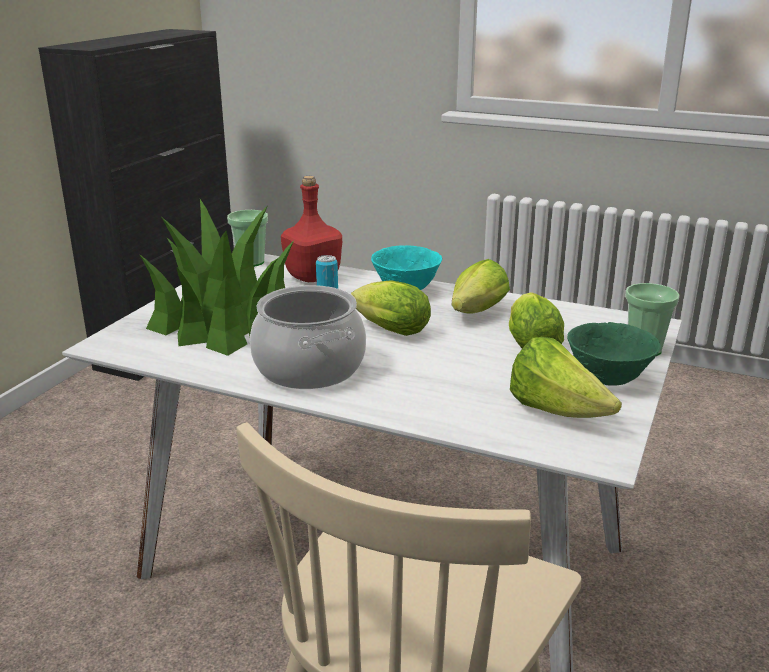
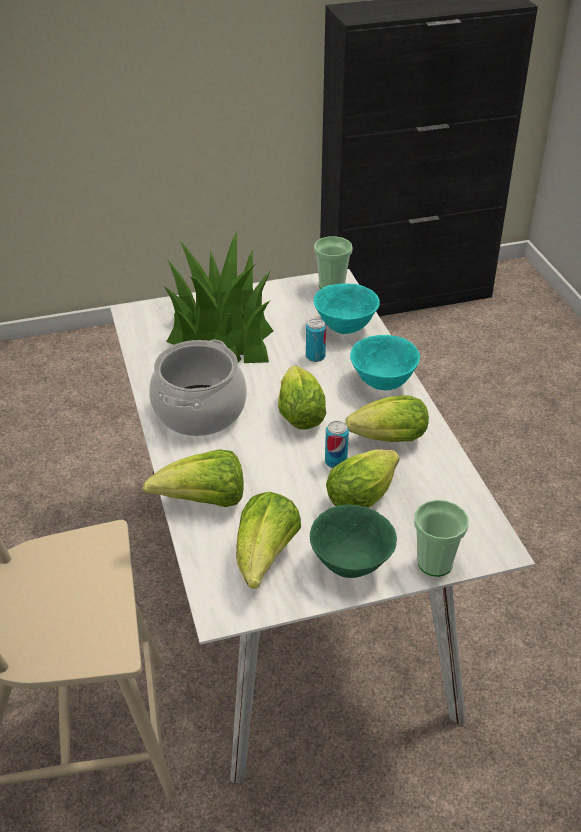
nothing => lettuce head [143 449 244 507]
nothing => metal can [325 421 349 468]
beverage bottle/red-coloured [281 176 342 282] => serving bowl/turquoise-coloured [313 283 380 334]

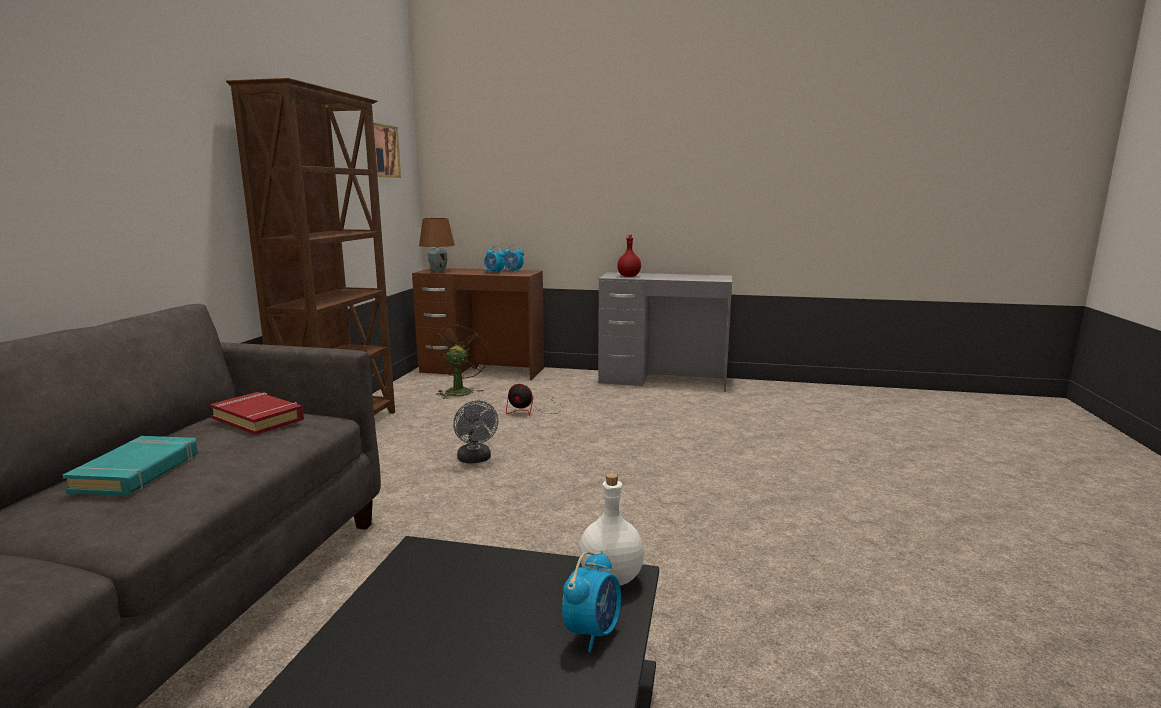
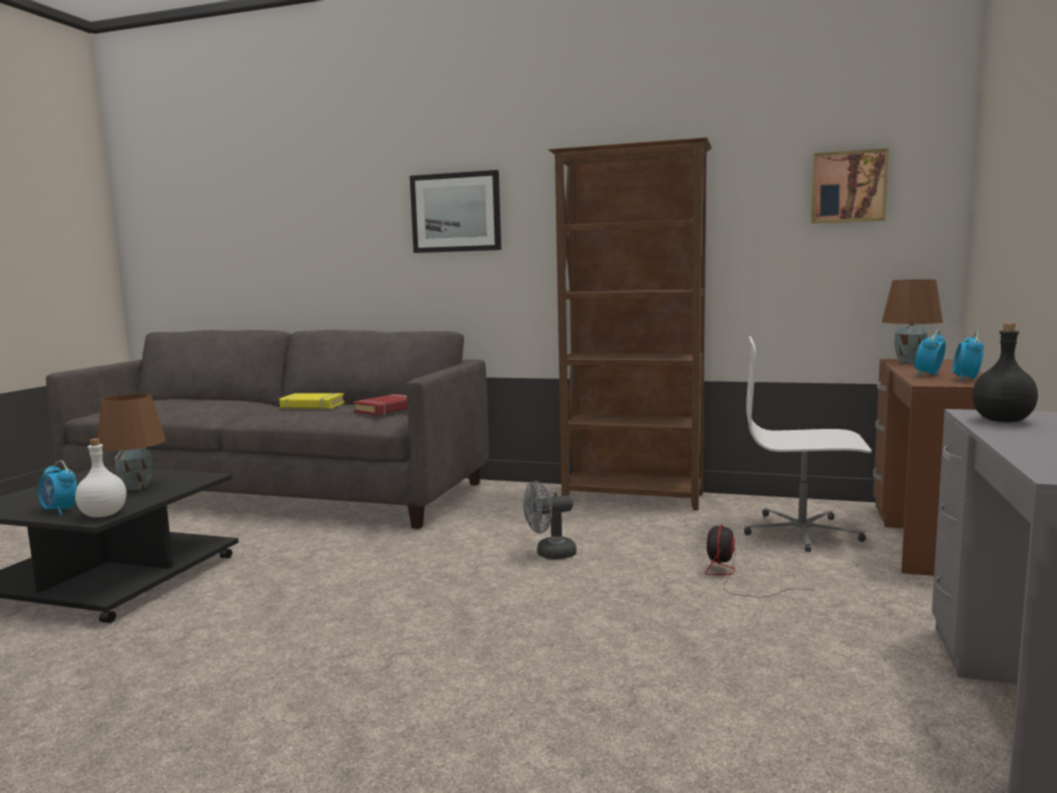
nothing => table lamp/brownish [98 394 166 491]
nothing => picture [410 170 501 253]
electric fan/brownish [432 322 489 399] => computer chair/white-coloured [744 336 872 552]
bound book/turquoise-coloured [63 436 198 496] => bound book/yellow [279 393 345 409]
beverage bottle/red-coloured [617 235 641 277] => beverage bottle/black-coloured [972 323 1038 422]

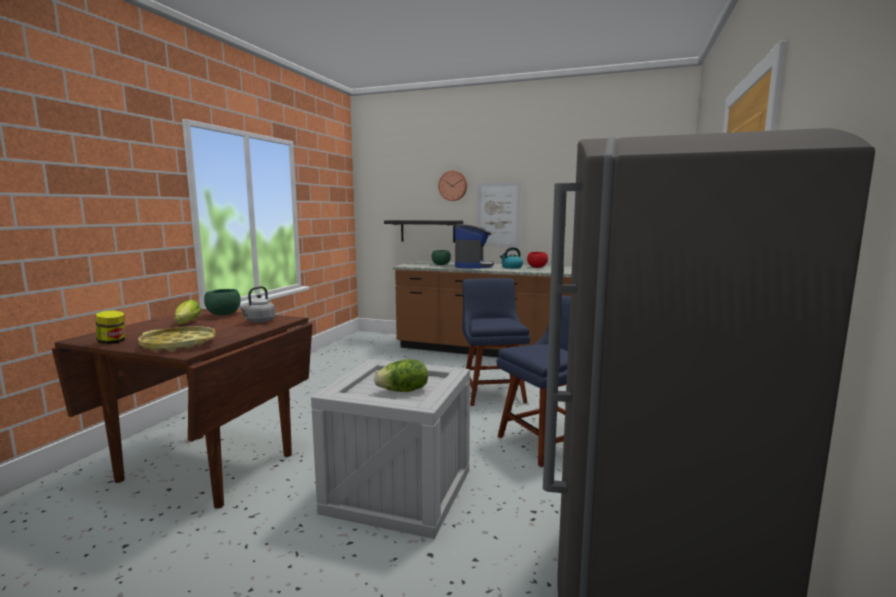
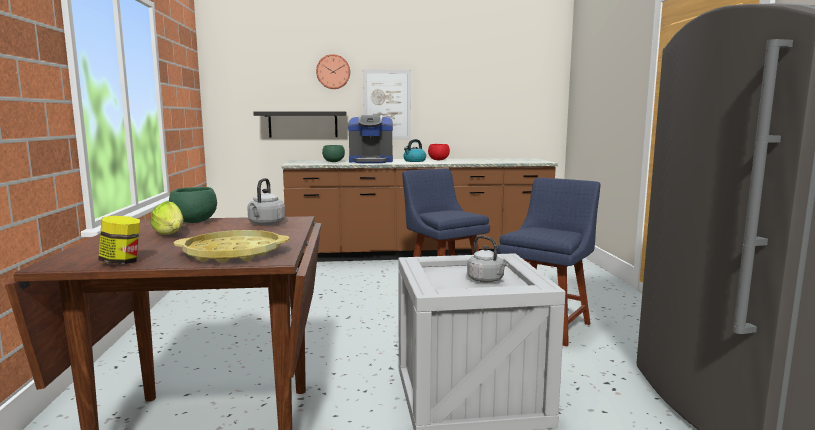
lettuce head [374 359 428 392] => kettle/greyish [467 235 508 283]
coffee maker [454 224 494 269] => coffee maker [348 115 393 163], 105 degrees clockwise

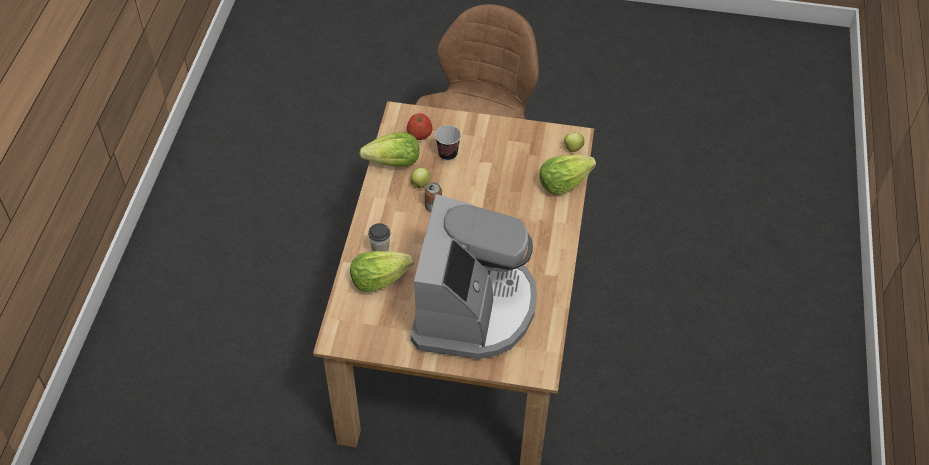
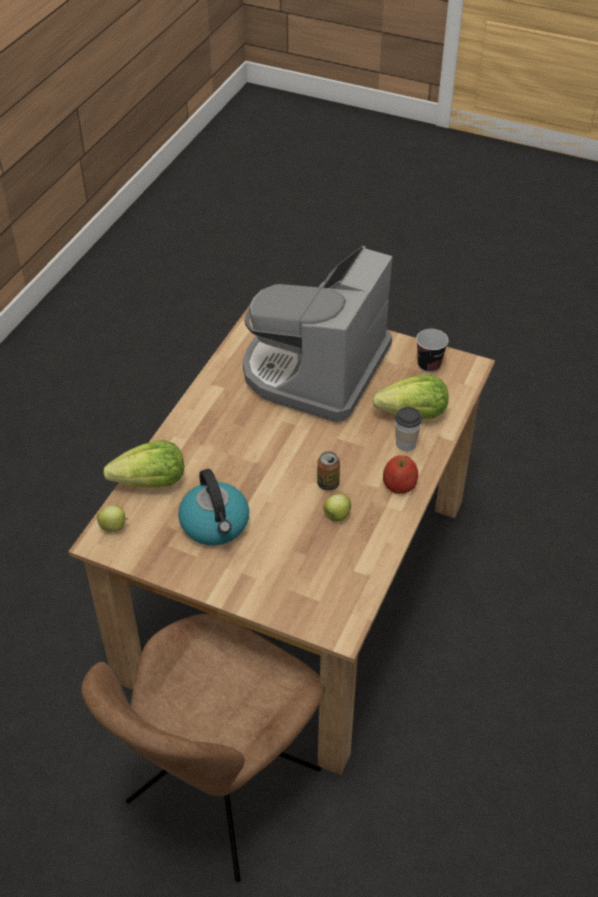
lettuce head [359 132 419 166] => nothing
nothing => kettle [178 469 249 545]
apple [407 113 432 140] => apple [383 455 418 494], moved
small cup [435 125 461 161] => small cup [416 329 449 373], moved

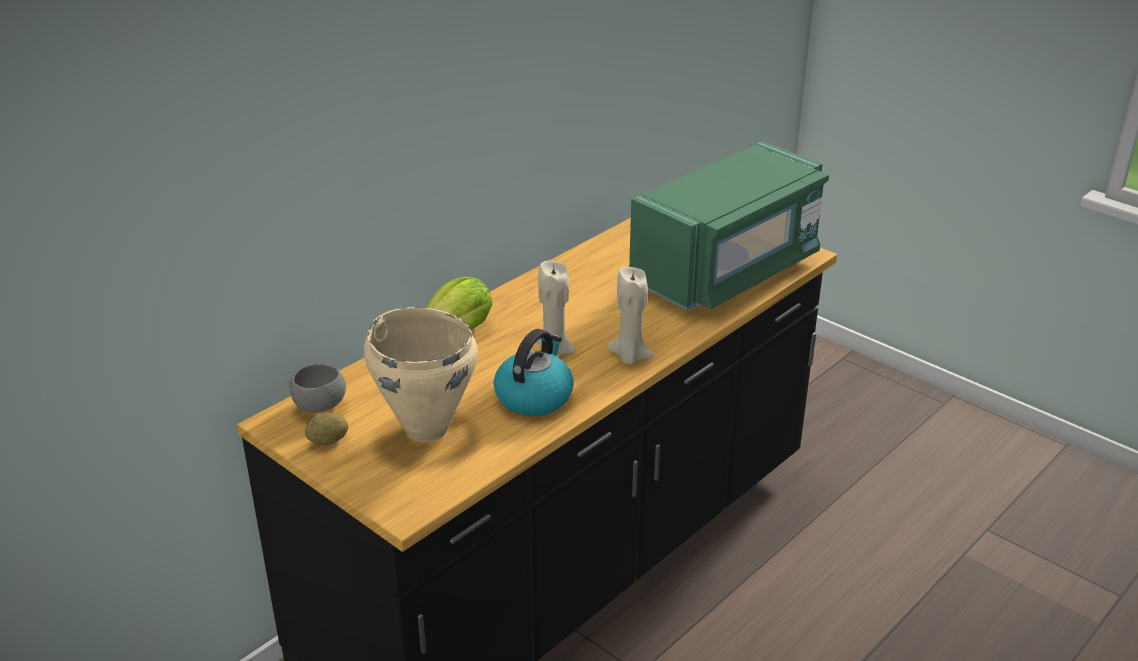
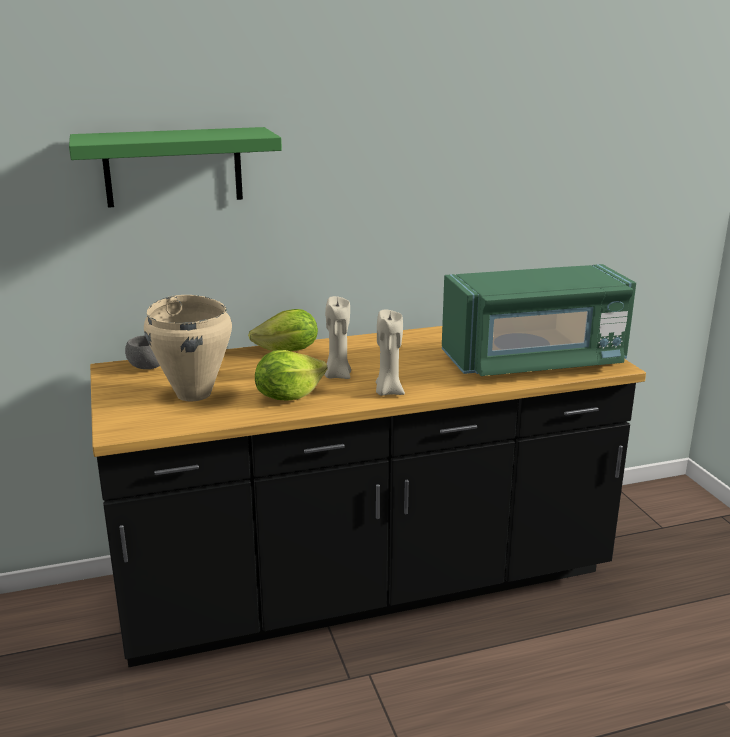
whole potato [305 413 348 445] => nothing
nothing => bracket shelf/greenish [69 127 282 208]
kettle [493 329 574 416] => lettuce head [255 350 327 401]

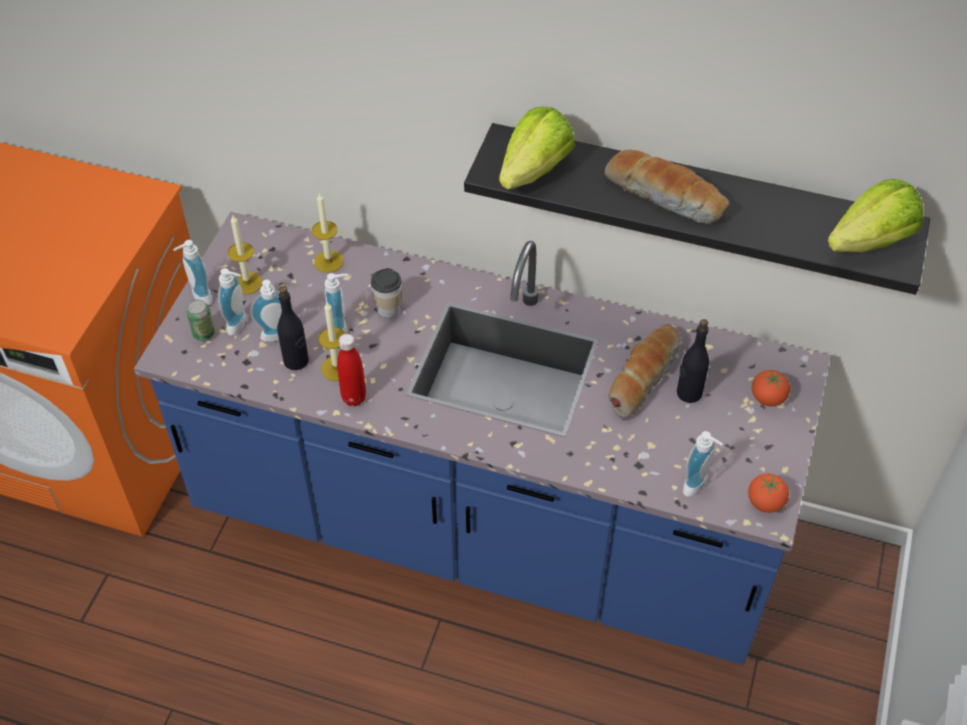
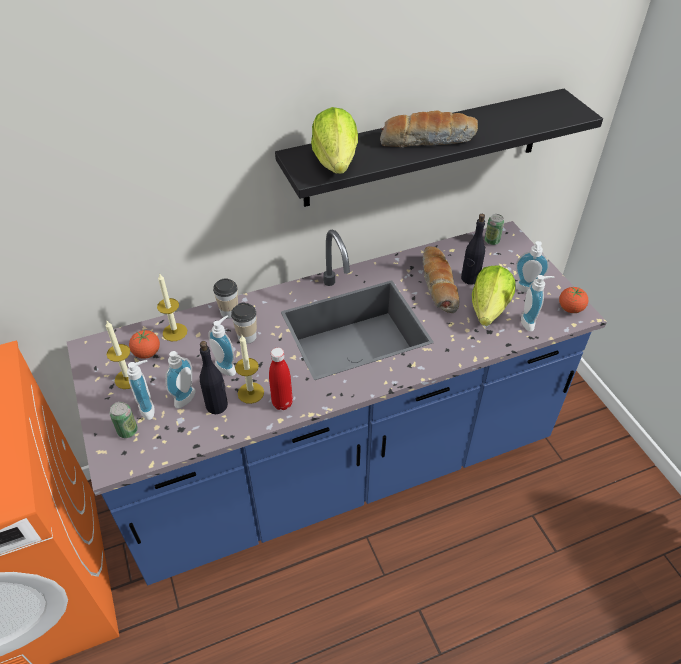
nothing => small cup [213 278 238 319]
nothing => metal can [485 214 504 245]
liquid soap bottle [173 240 212 305] => liquid soap bottle [515 241 549 293], moved
tomato [752 370 790 406] => tomato [129 330 160 359], moved
lettuce head [828 179 924 252] => lettuce head [472 265 515 326], moved

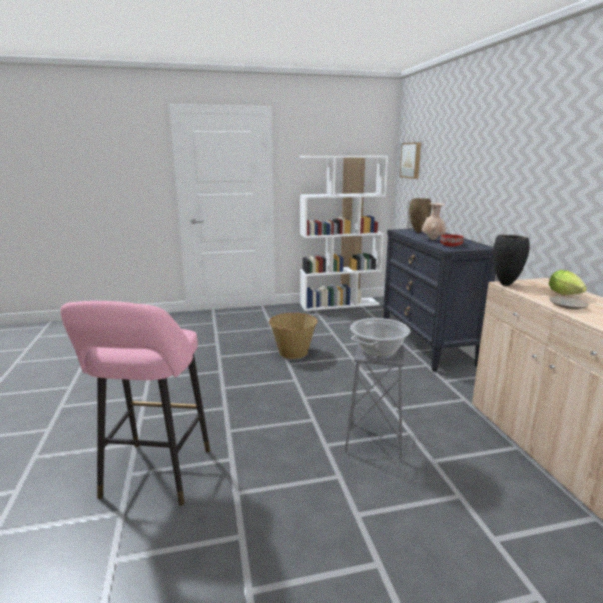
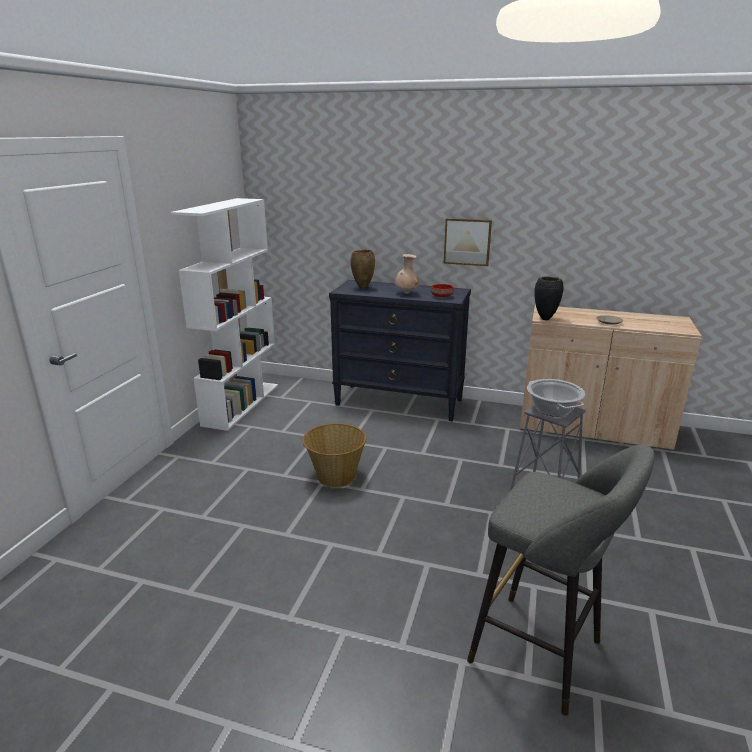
lettuce head [549 270 587 295] => nothing
picture [400 142 421 179] => picture [444 218 492 266], moved
stool/pink-coloured [61 301 210 506] => stool/greyish [467 445 655 716]

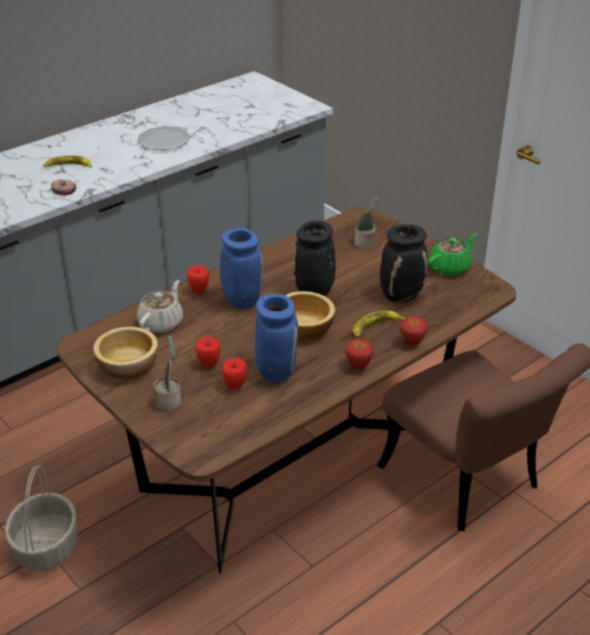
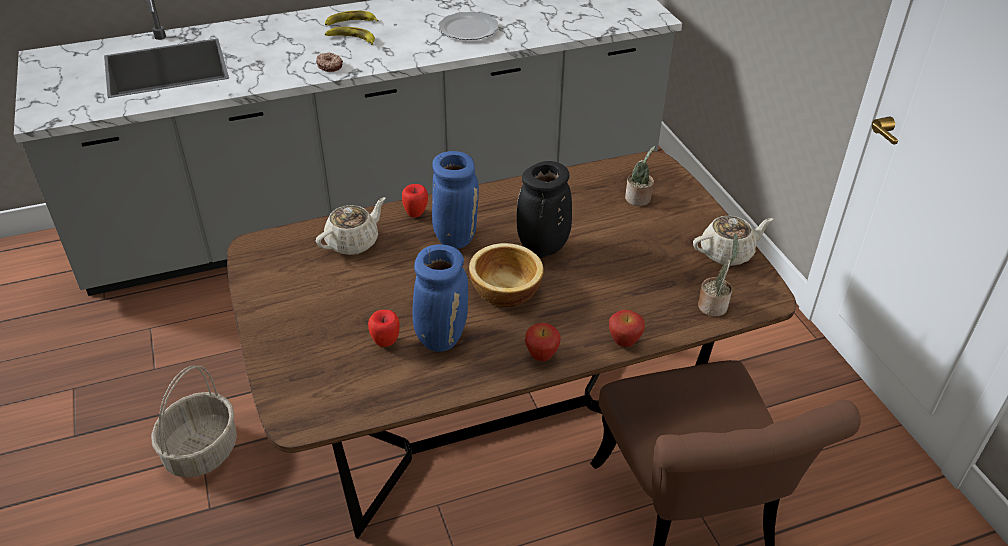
serving bowl [93 326 158 380] => nothing
apple [196 337 221 367] => nothing
flower vase/black-coloured [380 224 428 303] => nothing
houseplant [153 335 181 411] => houseplant [698 233 739 317], moved
banana [352 311 405 338] => banana [325 11 379 25], moved
teapot/greenish [428 233 477 276] => teapot/sand-coloured [693 216 773 266]

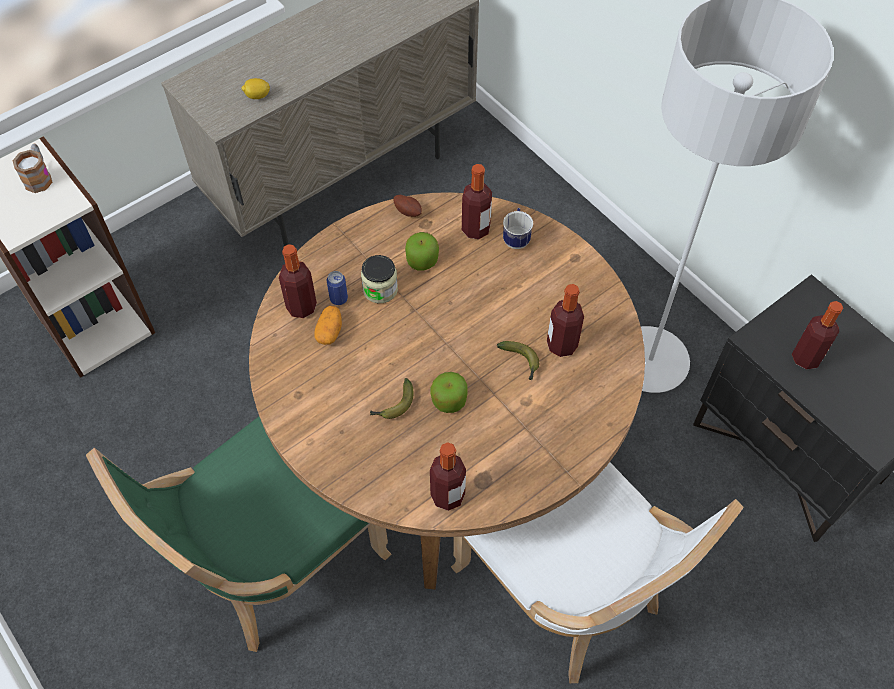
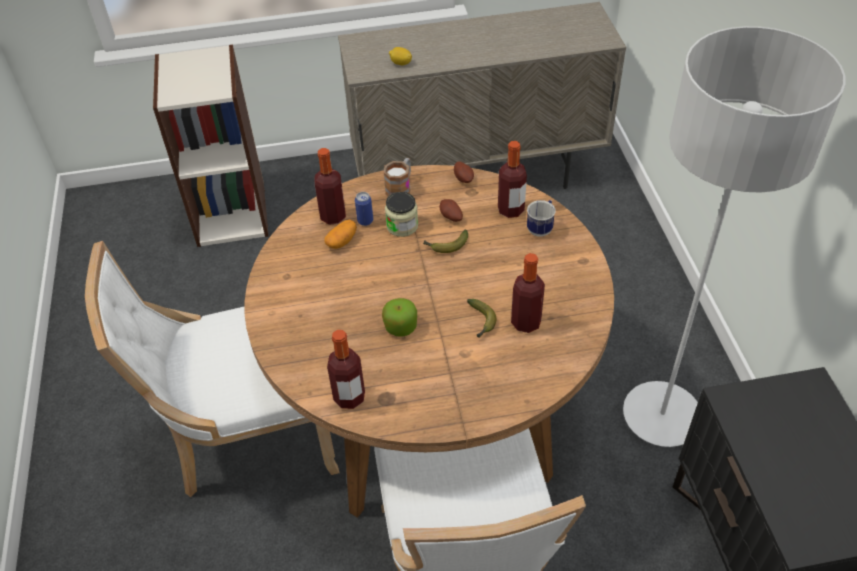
beverage bottle [792 301 843 370] => nothing
coffee mug [13 144 52 193] => coffee mug [383 158 411 196], moved
banana [370 378 413 419] => banana [423 230 468 253], moved
apple [405 232 439 271] => whole potato [439 199 463 222]
upright chair/greenish [86 417 392 652] => upright chair/white-coloured [85 241 340 497]

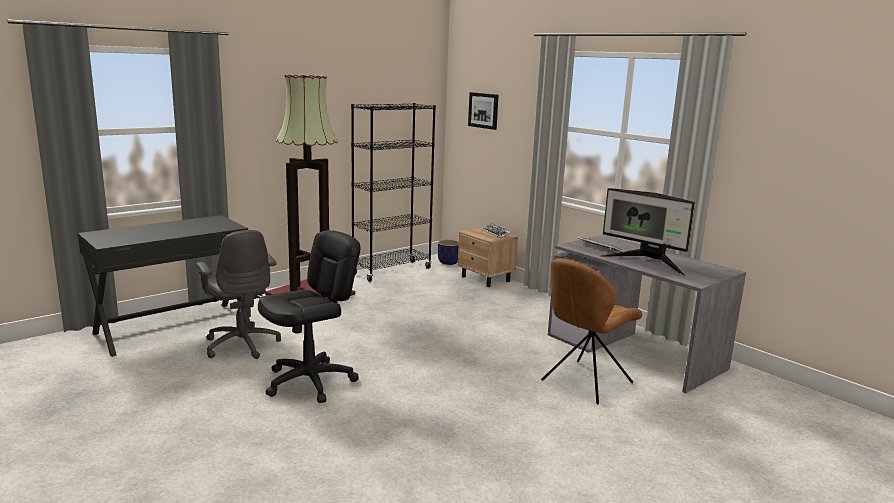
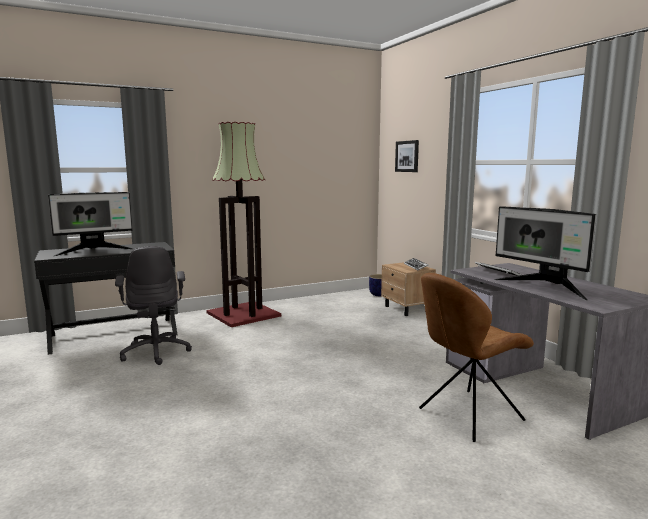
computer chair/black-coloured [258 230 361 403] => nothing
bookcase/black-coloured [351 103 436 282] => nothing
nothing => monitor [48 192 133 256]

